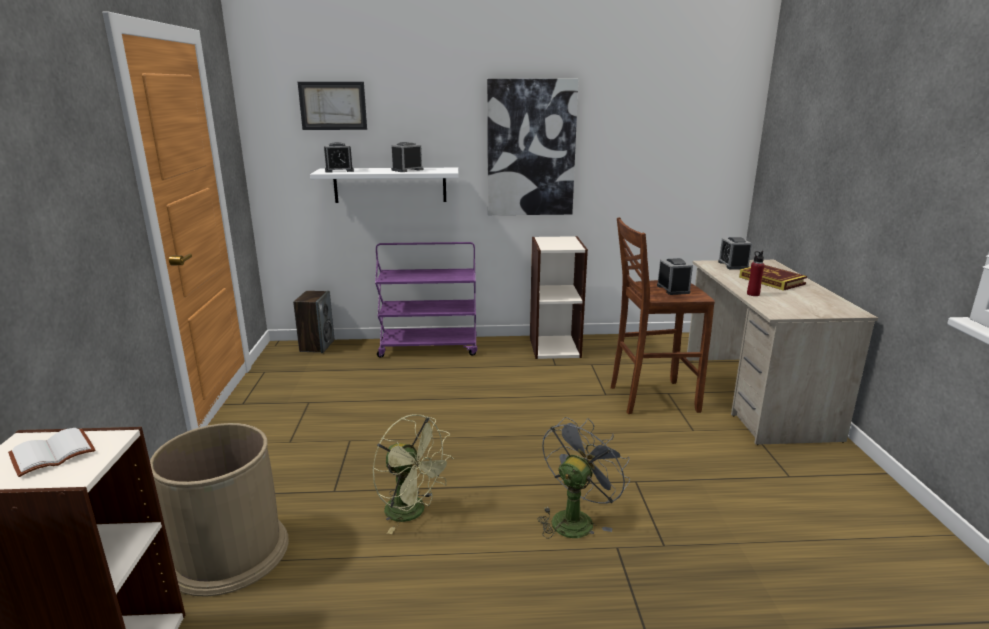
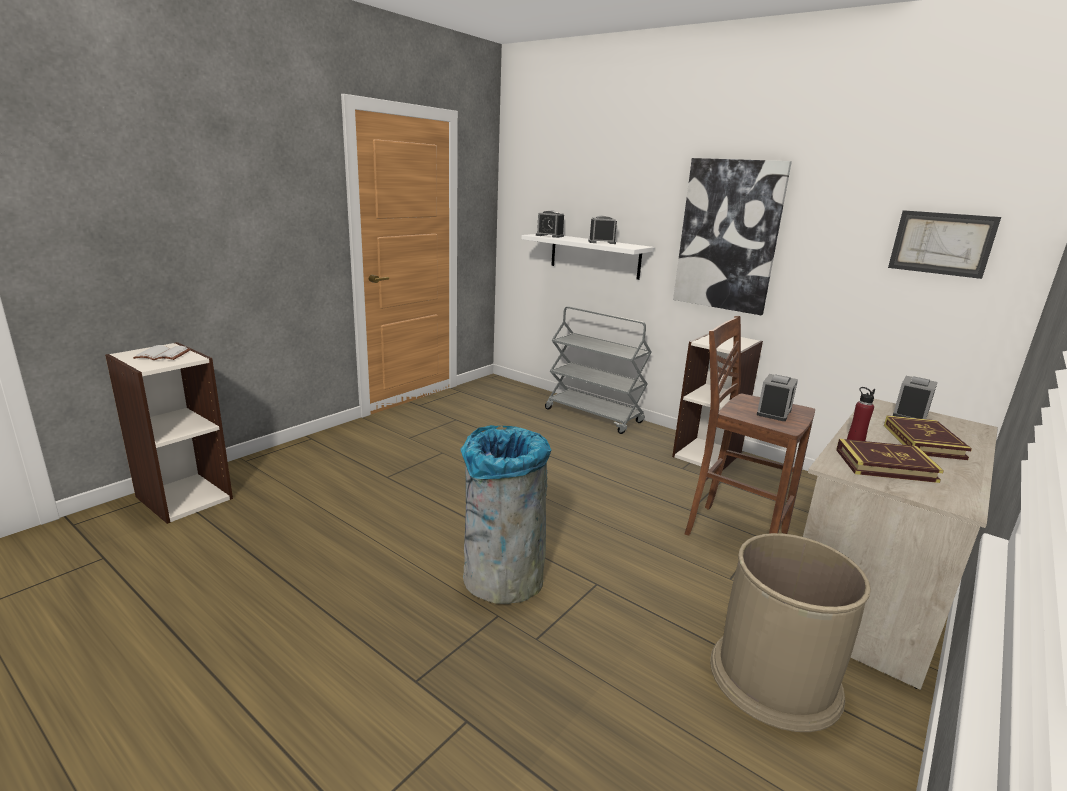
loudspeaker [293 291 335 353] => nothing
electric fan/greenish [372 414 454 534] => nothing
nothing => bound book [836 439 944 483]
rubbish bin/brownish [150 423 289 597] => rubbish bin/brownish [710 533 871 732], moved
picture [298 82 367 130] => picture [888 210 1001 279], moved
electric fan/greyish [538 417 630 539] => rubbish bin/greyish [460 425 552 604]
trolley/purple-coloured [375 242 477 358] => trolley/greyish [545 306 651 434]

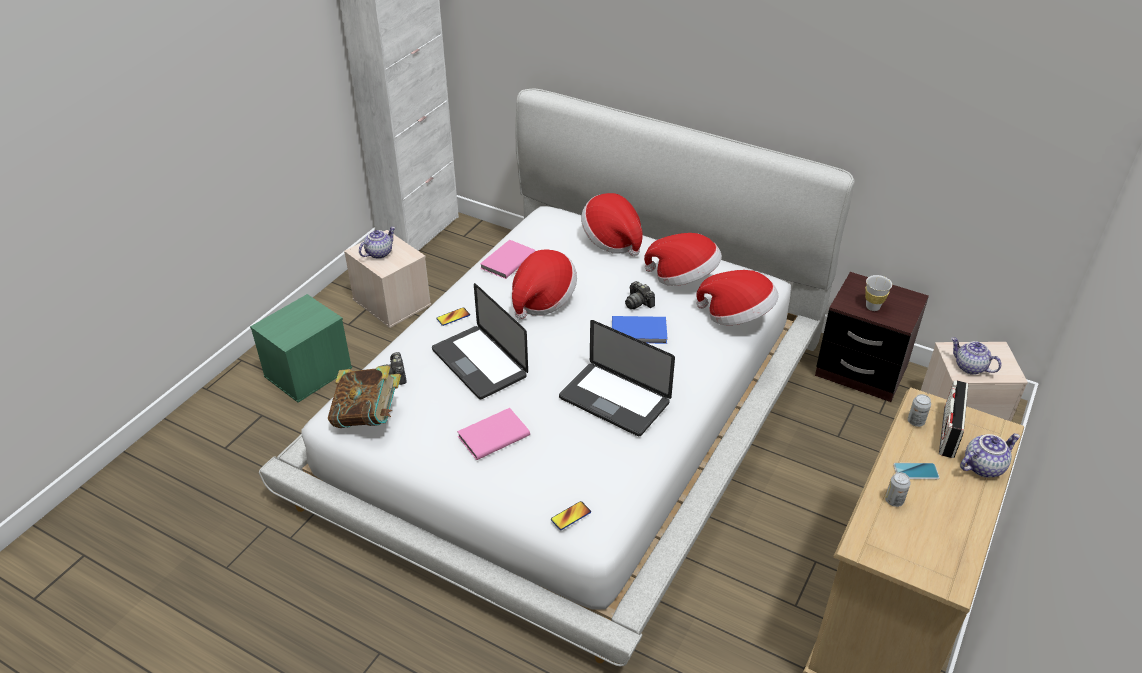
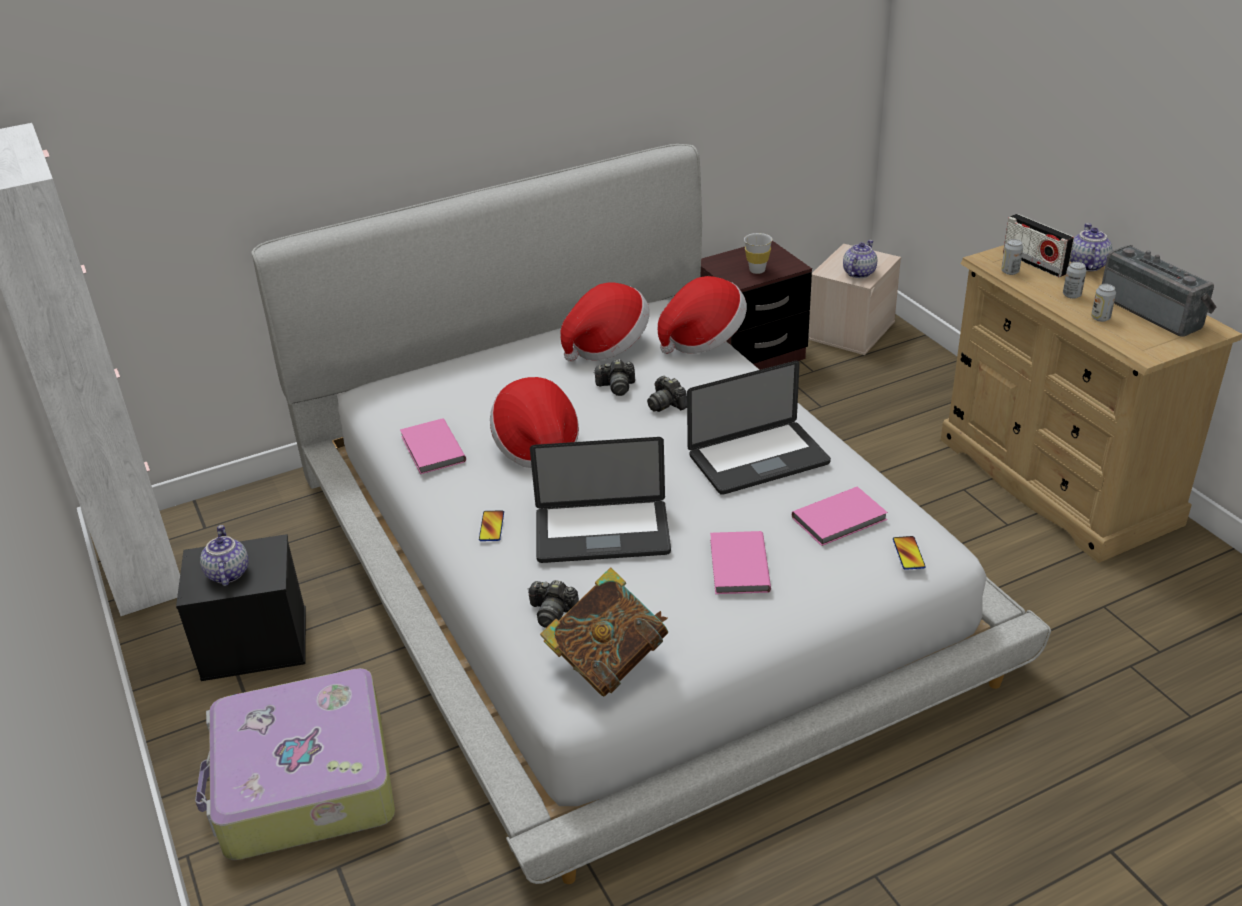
clothing hat [581 193 643 256] => nothing
nothing => bound book/pink-coloured [792 487 888 546]
nothing => radio set [1102 245 1216 337]
storage box/greenish [250 294 352 403] => piece of luggage [195 668 395 860]
bound book/blue-coloured [612 316 667 344] => photo camera [647 376 687 412]
telephone [893 463 940 479] => metal can [1063 262 1087 299]
storage box/sand-coloured [344 230 431 328] => storage box/black-coloured [176 534 306 681]
teapot [951 337 1001 375] => teapot [843 240 877 278], 135 degrees clockwise

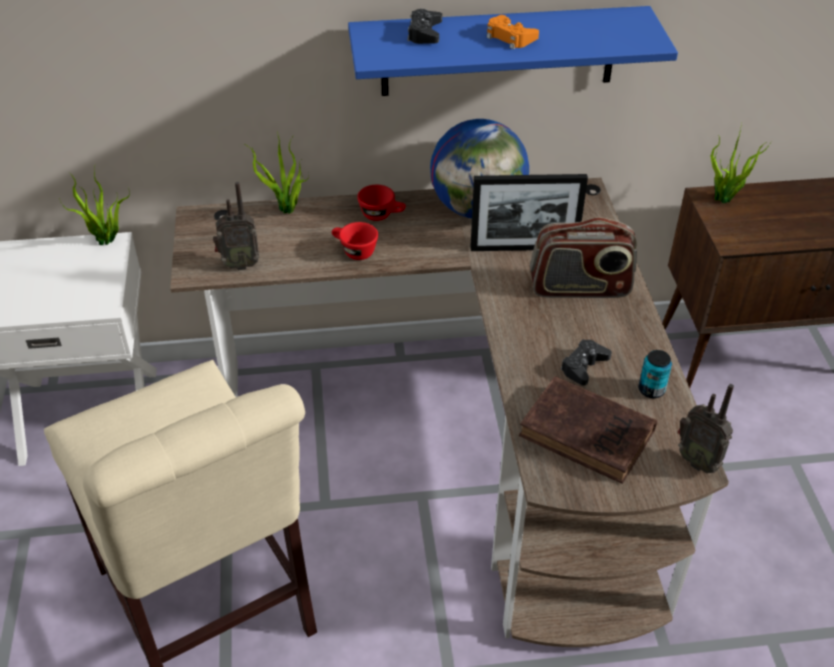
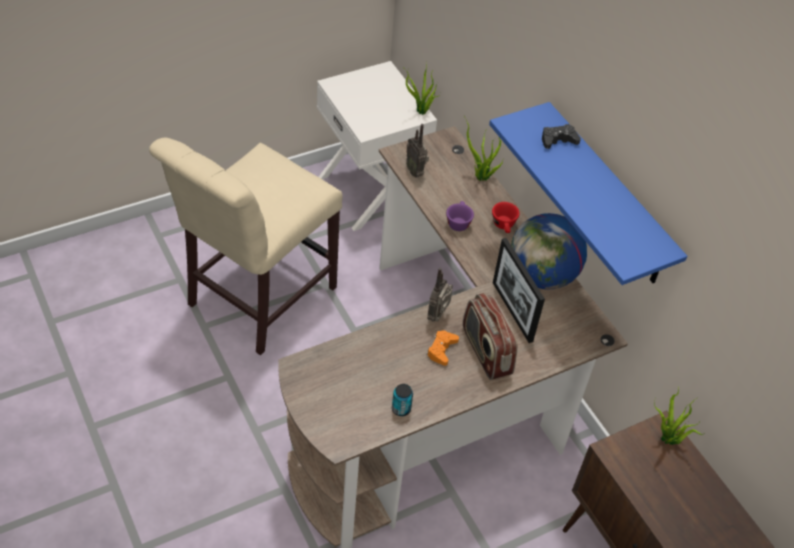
bound book/brownish [519 376 657 484] => nothing
joypad/black-coloured [561 340 612 386] => nothing
joypad/orange [486 15 539 49] => joypad/orange [427 330 459 366], moved
radio set [677 384 734 473] => radio set [427 268 453 322], moved
small cup/red-coloured [332 222 378 260] => small cup/purple-coloured [446 201 474 231]

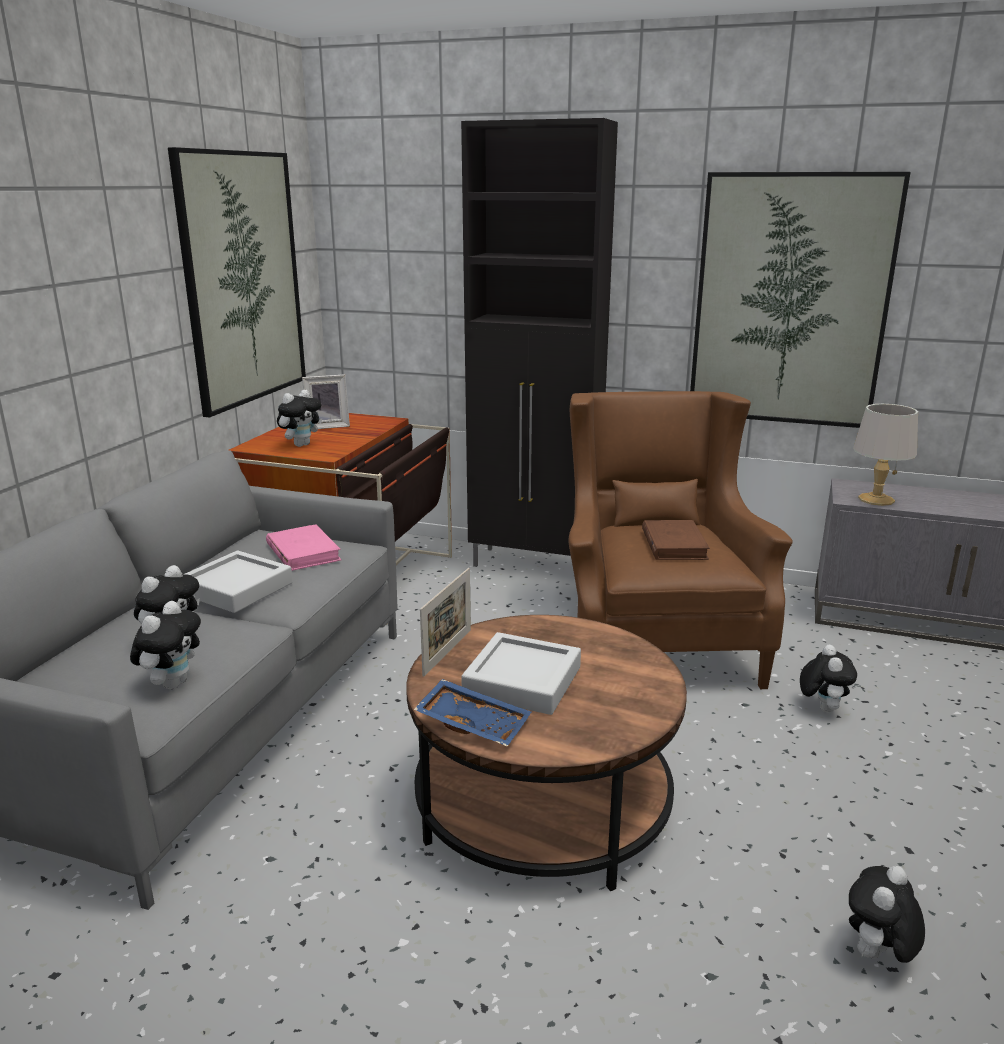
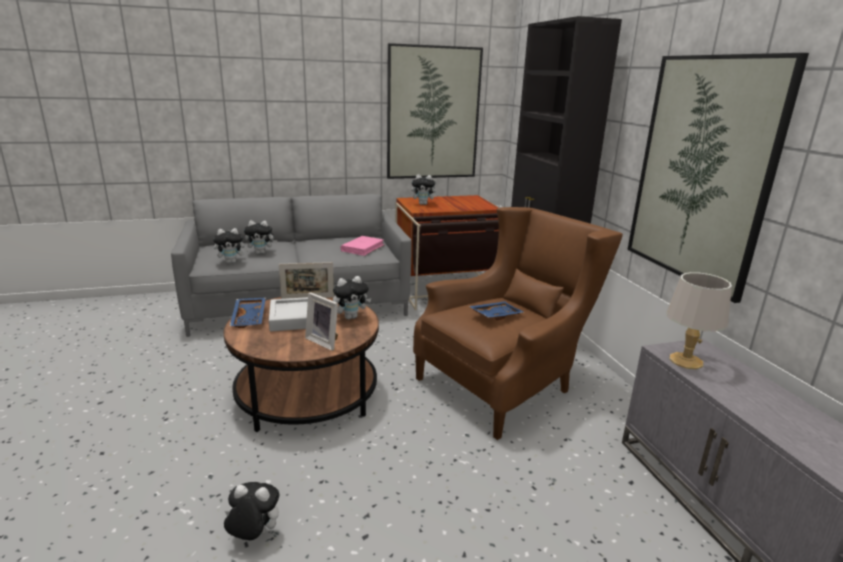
serving tray/greyish [185 551 293 613] => nothing
picture frame [302 374 350 429] => picture frame [305 292 338 351], moved
cuddly toy [800 645 857 713] => cuddly toy [333 276 371 320], moved
bound book/brownish [642 520 710 560] => serving tray/blue-coloured [469 301 524 320]

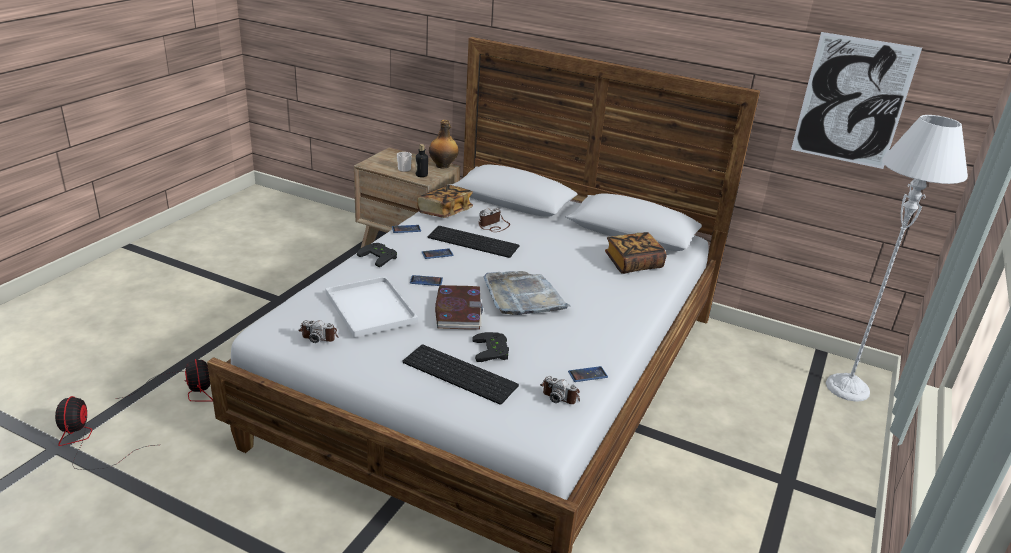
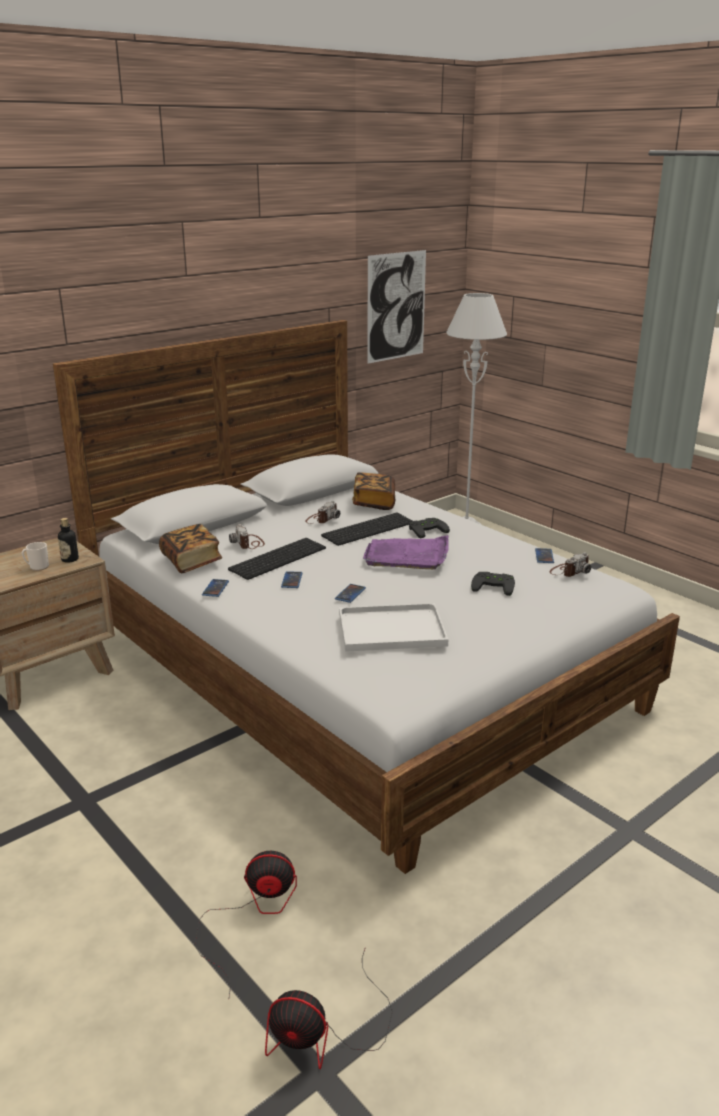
beverage bottle [429 120 459 169] => nothing
bound book [435 285 483 330] => nothing
photo camera [298 320 339 343] => photo camera [306 501 340 524], moved
joypad/black-coloured [357 243 397 267] => joypad/black-coloured [409 518 450 538], moved
computer keyboard [402 344 519 405] => computer keyboard [321 513 413 546], moved
serving tray/greyish [484 271 570 315] => serving tray/purple-coloured [363 535 448 570]

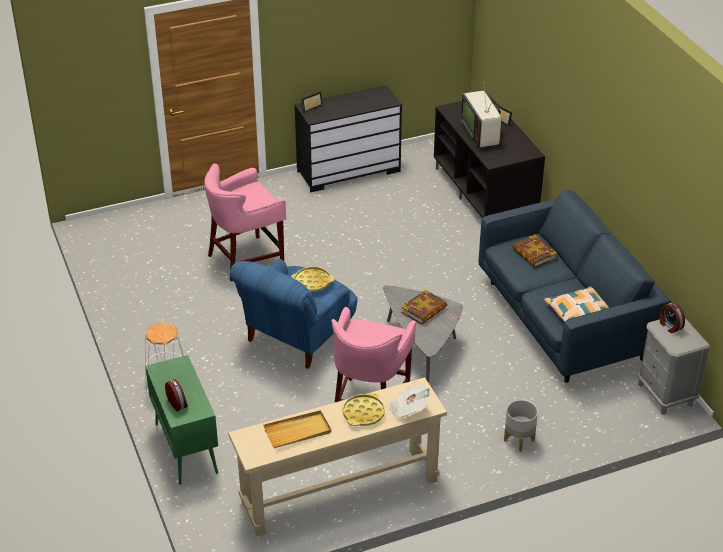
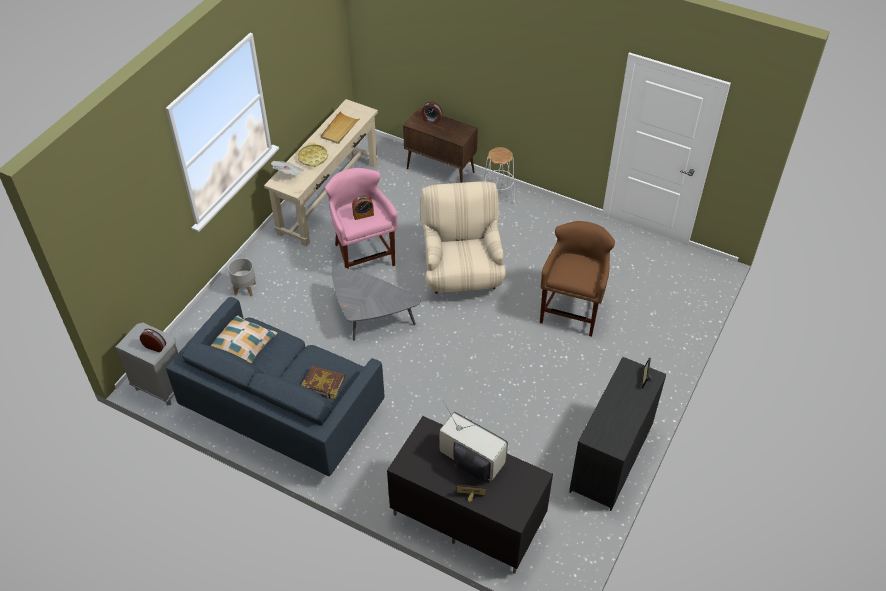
serving tray/yellow [291 267 334 292] => nothing
bound book [401 289 447 325] => nothing
nothing => alarm clock [352 195 374 220]
cupboard/greenish [145 355 218 485] => cupboard/brownish [403 108 478 183]
stool/pink-coloured [204 164 286 281] => stool/brownish [540 221 615 337]
lounge chair/blue-coloured [230 259 358 369] => lounge chair/sand-coloured [420 181 506 294]

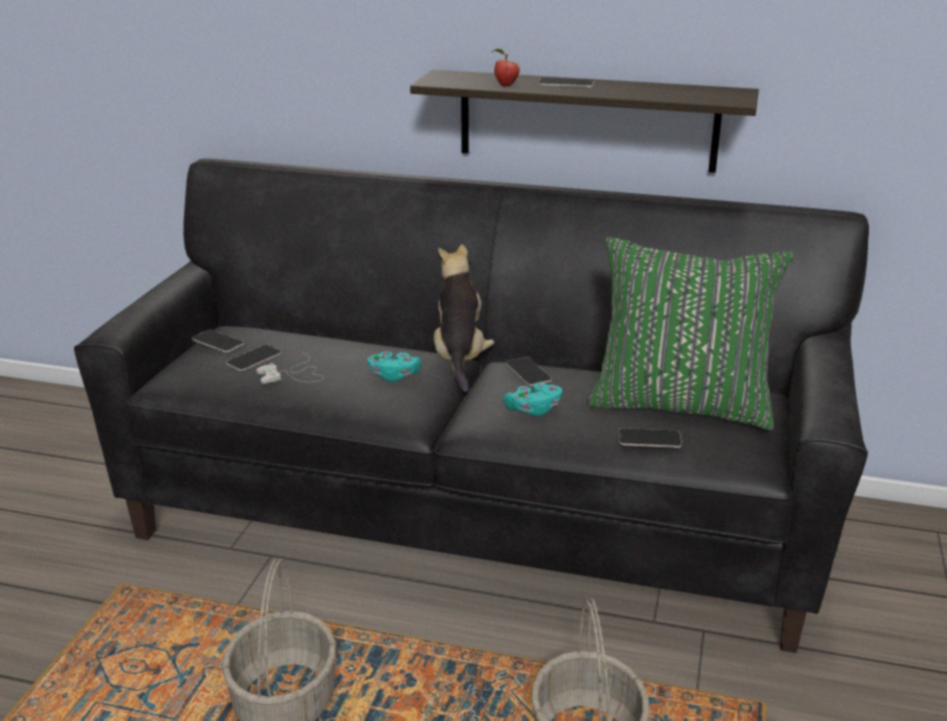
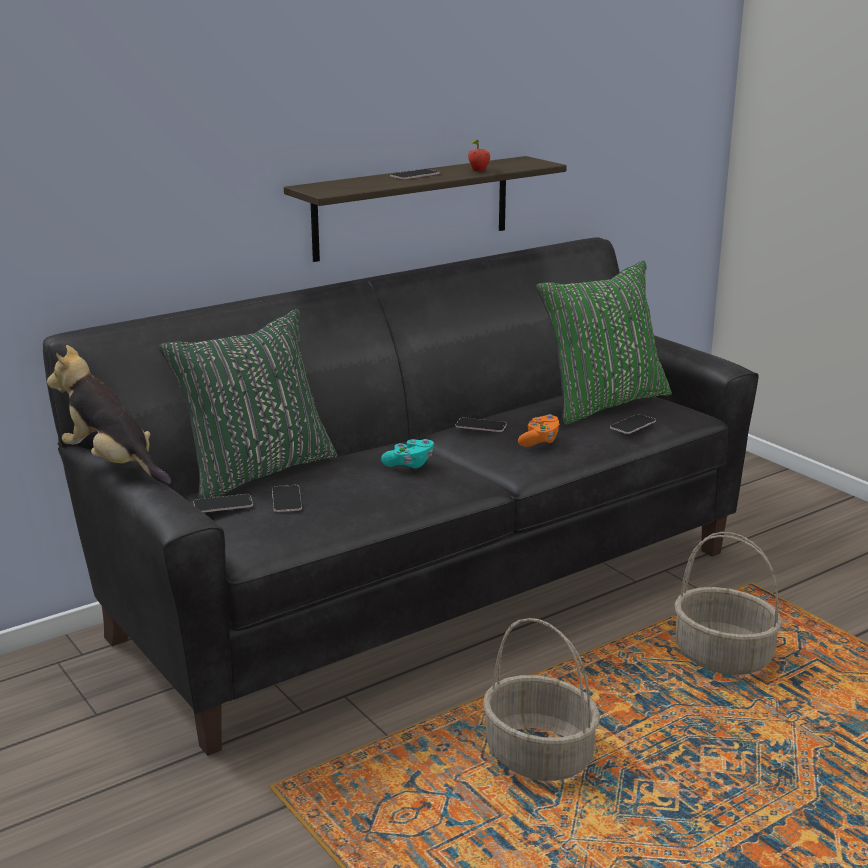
joypad/white-coloured [256 353 324 384] => nothing
nothing => cushion/greenish [159 309 337 499]
cuddly toy [434 244 494 392] => cuddly toy [47 345 171 484], moved
apple [491 49 520 86] => apple [468 140 490 172], moved
joypad/turquoise-coloured [503 383 562 417] => joypad/orange [518 414 560 447]

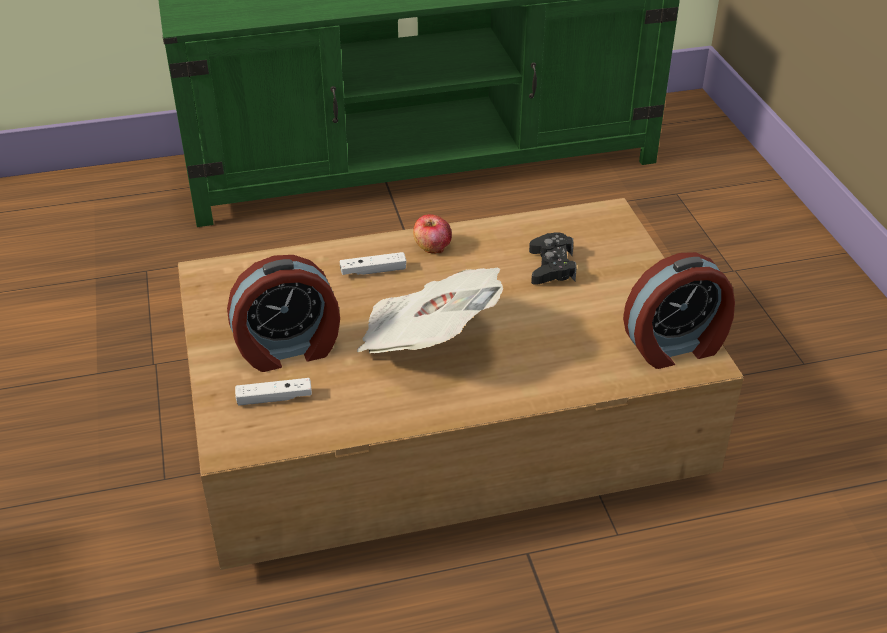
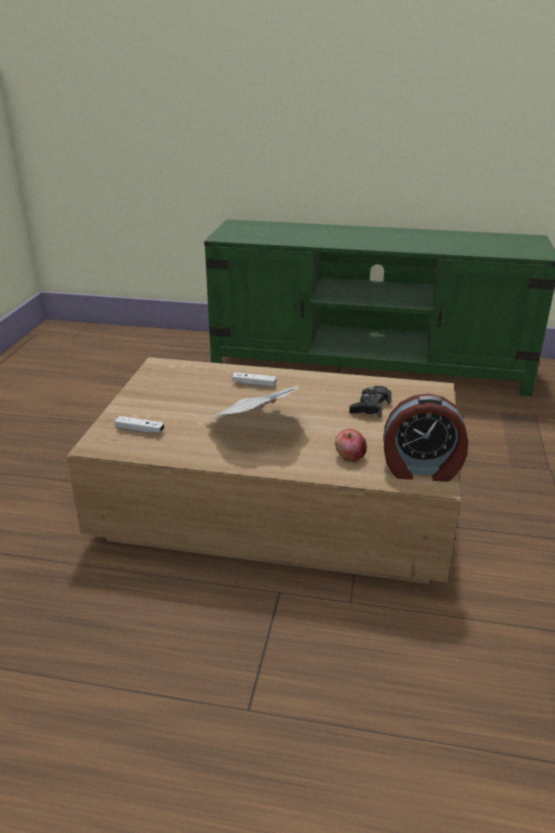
alarm clock [227 255 340 372] => nothing
apple [413 214 452 254] => apple [335 429 367 462], moved

